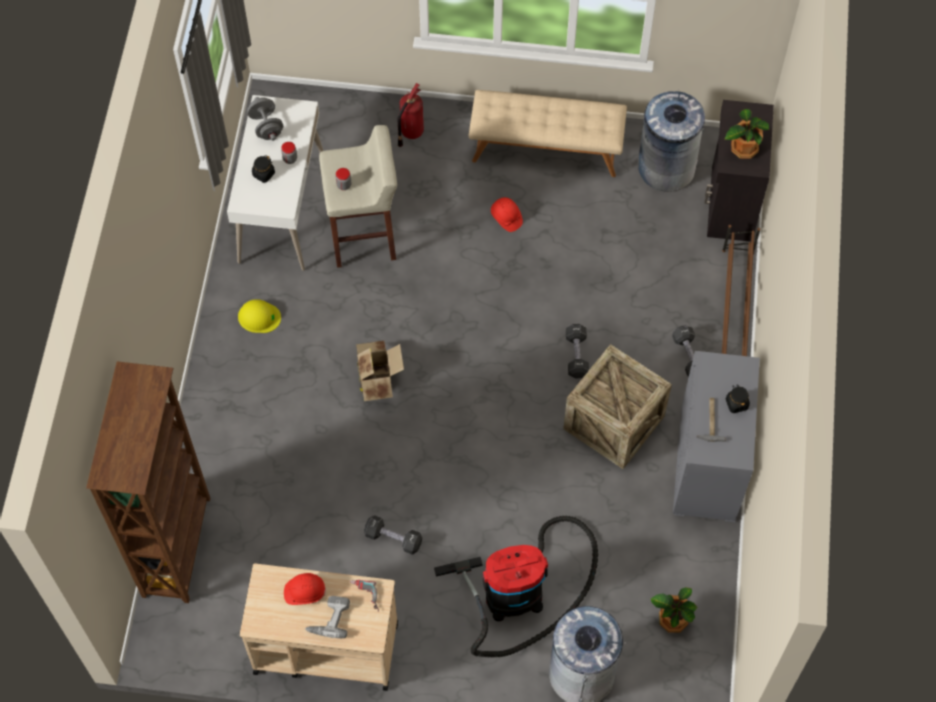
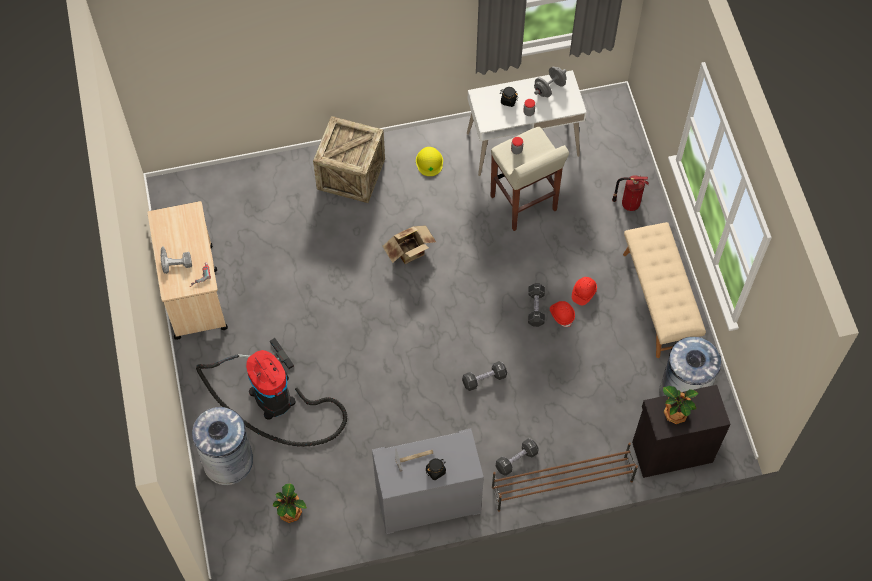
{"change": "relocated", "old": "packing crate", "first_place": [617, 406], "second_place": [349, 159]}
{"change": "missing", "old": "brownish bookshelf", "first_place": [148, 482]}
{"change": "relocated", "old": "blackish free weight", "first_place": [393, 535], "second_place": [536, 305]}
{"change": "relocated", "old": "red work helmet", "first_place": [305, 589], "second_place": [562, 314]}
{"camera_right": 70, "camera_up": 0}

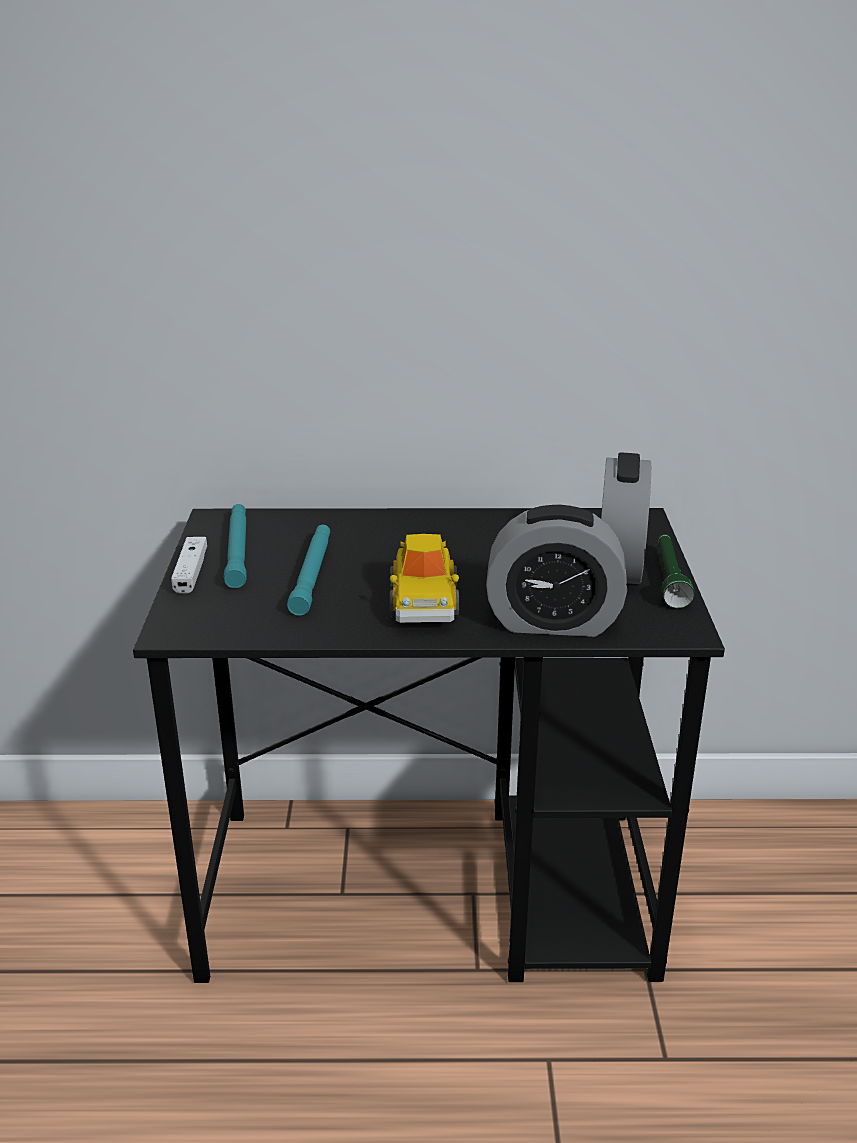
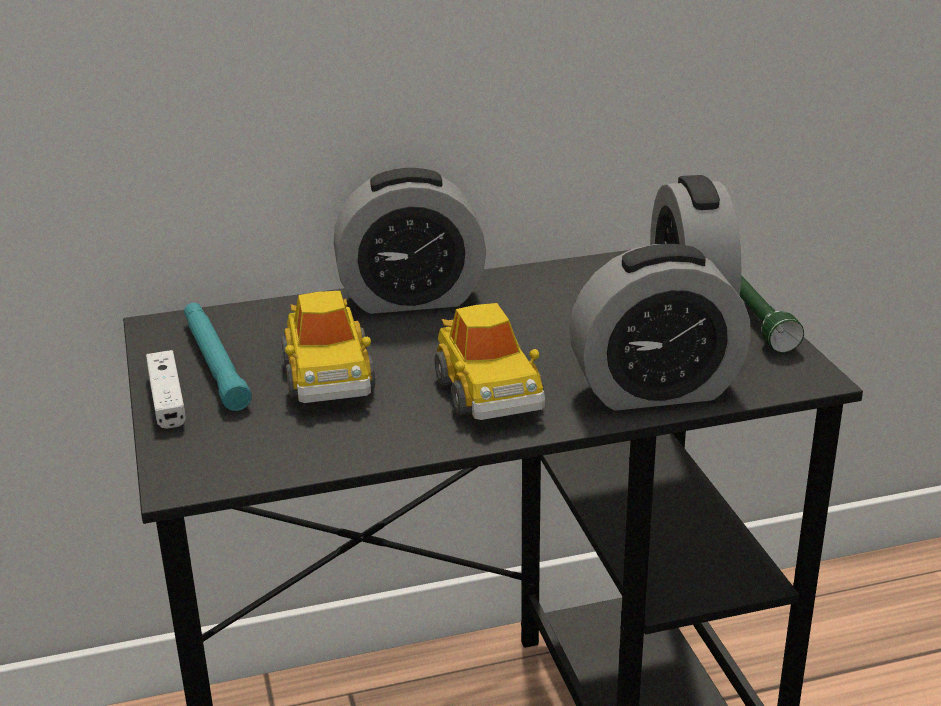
{"change": "exchanged", "old": "blue-green hand torch", "new": "miniature car", "first_place": [308, 570], "second_place": [328, 347]}
{"change": "appeared", "new": "bedside clock", "second_place": [410, 241]}
{"camera_right": -15, "camera_up": 0}

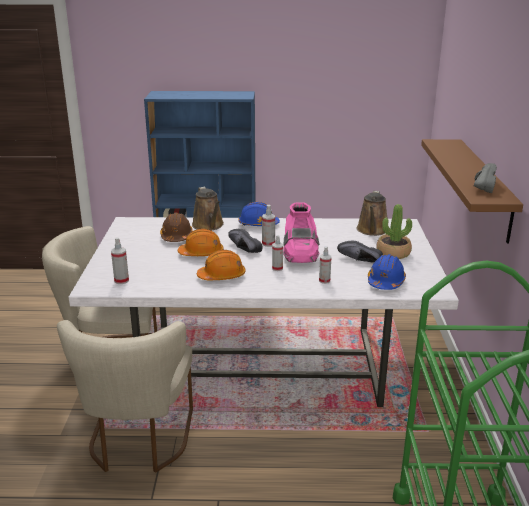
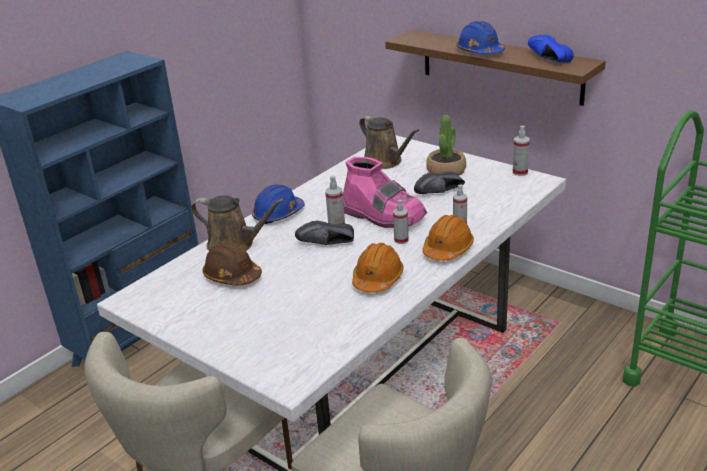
{"change": "colour", "old": "gray low shoe", "new": "blue low shoe", "first_place": [485, 178], "second_place": [551, 49]}
{"change": "relocated", "old": "orange work helmet", "first_place": [201, 242], "second_place": [448, 238]}
{"change": "relocated", "old": "sprayer", "first_place": [120, 260], "second_place": [521, 151]}
{"change": "relocated", "old": "blue work helmet", "first_place": [387, 272], "second_place": [480, 37]}
{"camera_right": -50, "camera_up": 5}

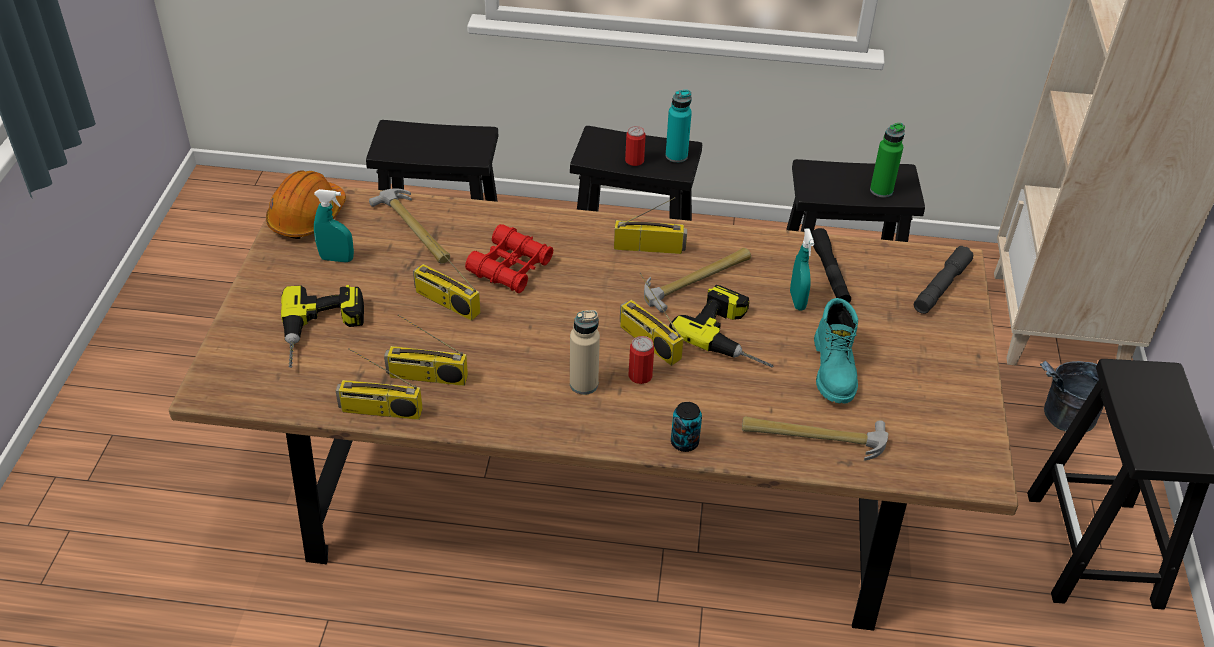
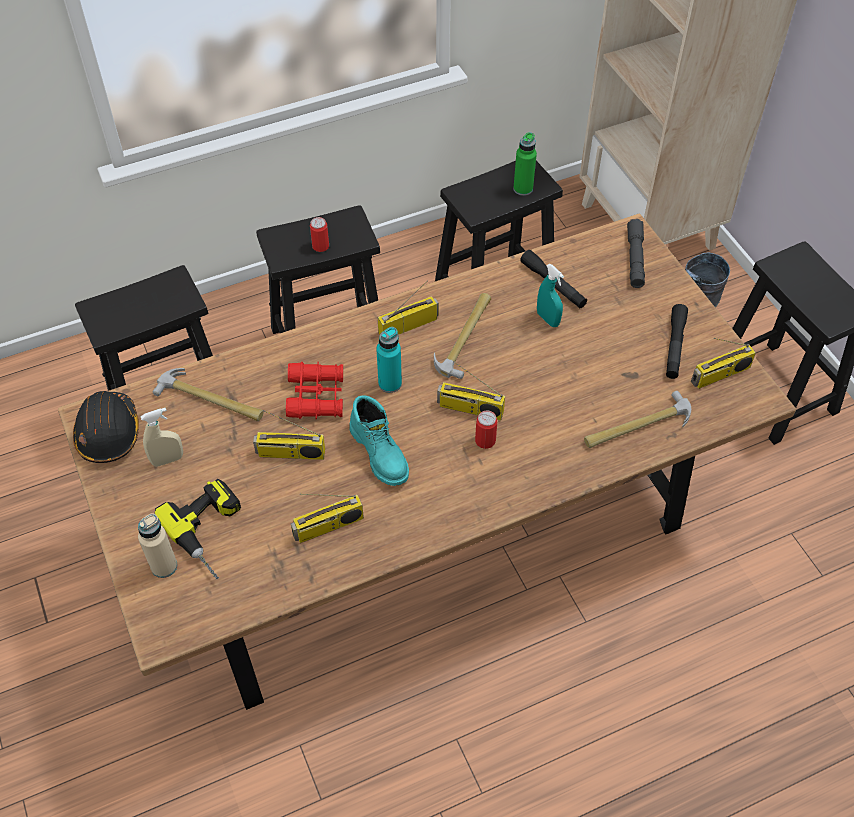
{"change": "relocated", "old": "blue-green drink bottle", "first_place": [678, 126], "second_place": [389, 360]}
{"change": "colour", "old": "orange work helmet", "new": "blackish work helmet", "first_place": [306, 204], "second_place": [106, 427]}
{"change": "colour", "old": "blue-green sprayer", "new": "beige sprayer", "first_place": [334, 226], "second_place": [162, 437]}
{"change": "missing", "old": "drill", "first_place": [721, 326]}
{"change": "relocated", "old": "blue-green high-top boot", "first_place": [836, 351], "second_place": [379, 441]}
{"change": "relocated", "old": "beige drink bottle", "first_place": [585, 352], "second_place": [157, 545]}
{"change": "relocated", "old": "radio set", "first_place": [379, 384], "second_place": [723, 363]}
{"change": "missing", "old": "sealed can", "first_place": [686, 427]}
{"change": "appeared", "new": "blackish hand torch", "second_place": [677, 341]}
{"camera_right": -30, "camera_up": 10}

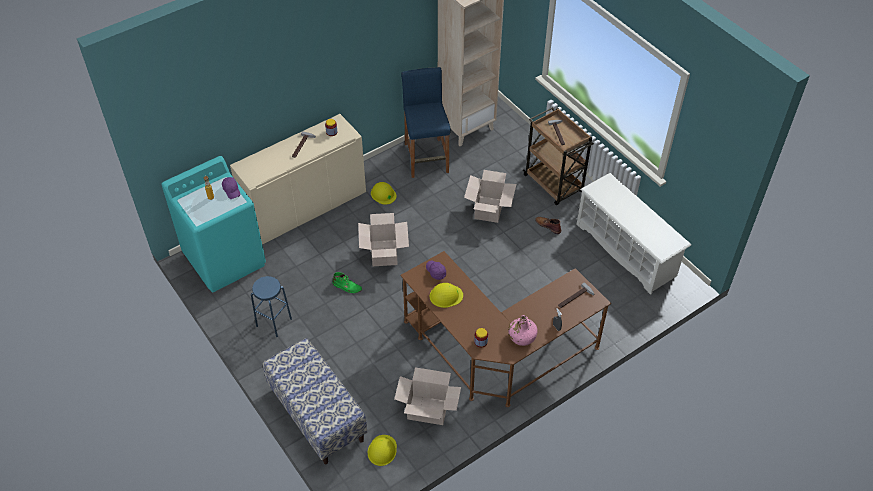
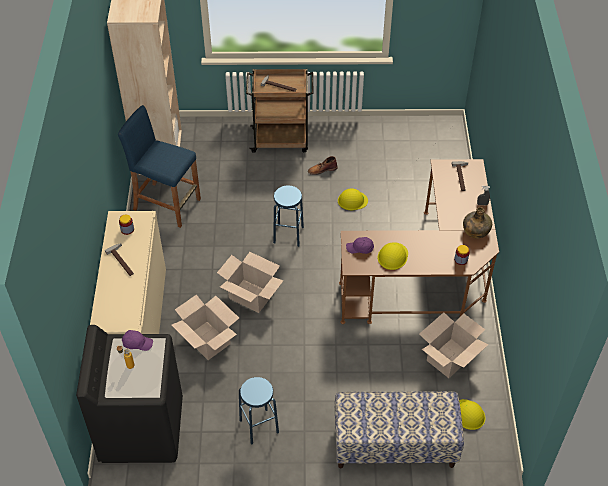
{"change": "colour", "old": "blue-green washing machine", "new": "blackish washing machine", "first_place": [213, 224], "second_place": [129, 394]}
{"change": "relocated", "old": "carton", "first_place": [490, 196], "second_place": [205, 327]}
{"change": "missing", "old": "white-coloured shoe shelf", "first_place": [634, 234]}
{"change": "relocated", "old": "yellowish work helmet", "first_place": [383, 193], "second_place": [353, 199]}
{"change": "missing", "old": "greenish high-top boot", "first_place": [347, 282]}
{"change": "colour", "old": "pink-coloured drink bottle", "new": "greenish drink bottle", "first_place": [522, 330], "second_place": [477, 222]}
{"change": "appeared", "new": "blue sitting stool", "second_place": [288, 216]}
{"camera_right": -55, "camera_up": 0}

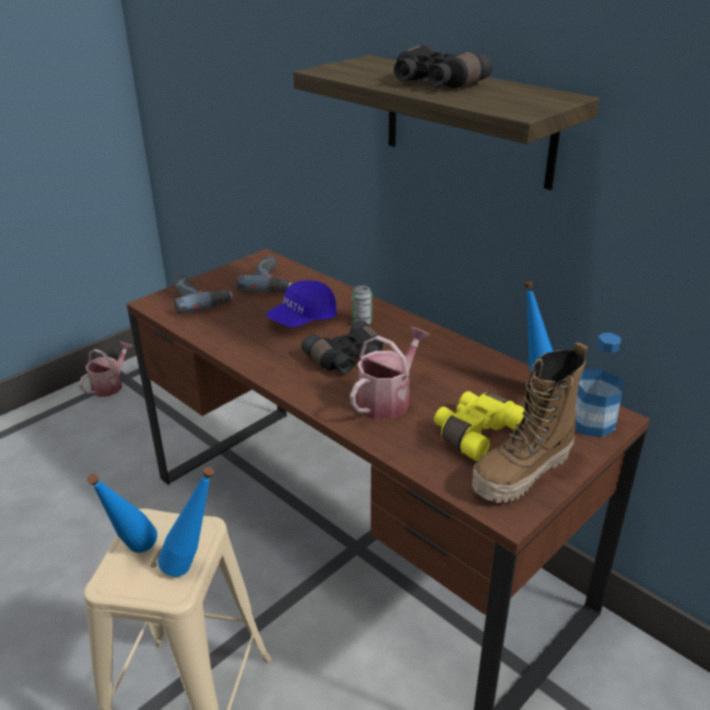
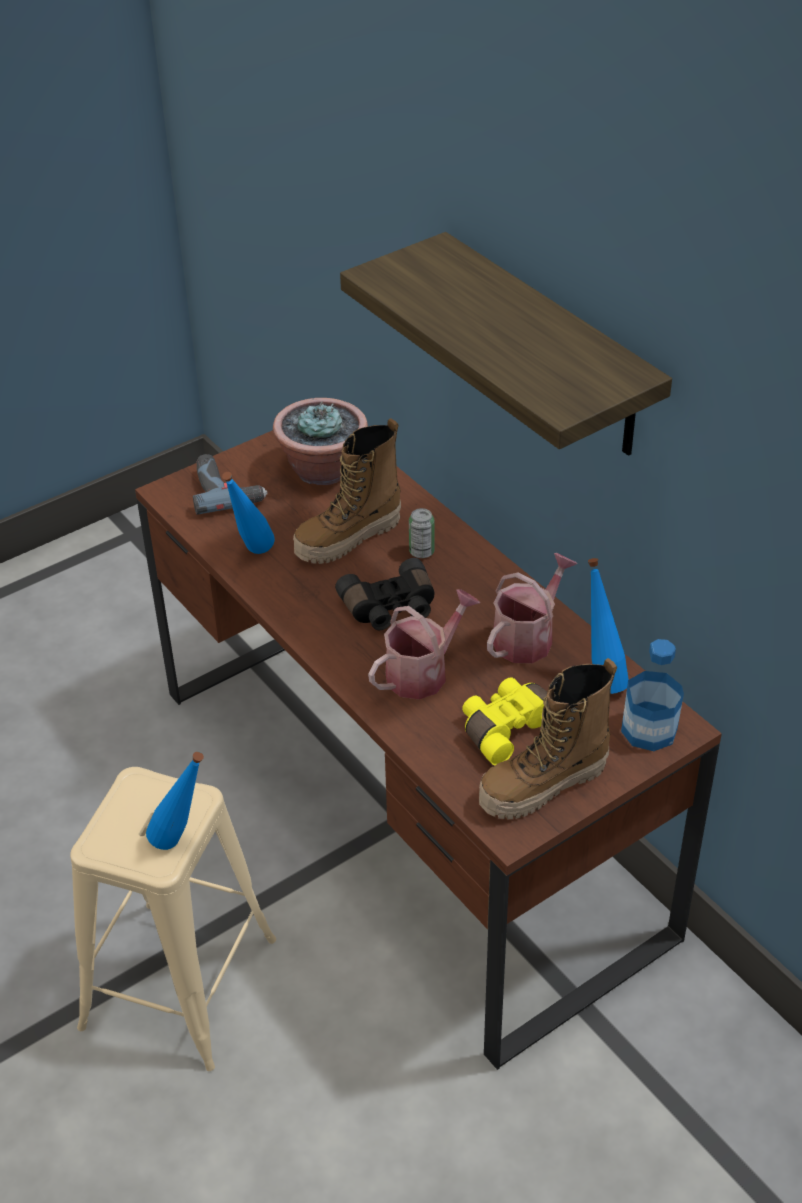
{"change": "missing", "old": "blackish binoculars", "first_place": [443, 66]}
{"change": "exchanged", "old": "drill", "new": "plant in a pot", "first_place": [264, 274], "second_place": [320, 441]}
{"change": "exchanged", "old": "blue baseball cap", "new": "high-top boot", "first_place": [301, 304], "second_place": [347, 491]}
{"change": "relocated", "old": "watering pot", "first_place": [106, 369], "second_place": [532, 608]}
{"change": "relocated", "old": "blue drink bottle", "first_place": [122, 513], "second_place": [248, 513]}
{"camera_right": 10, "camera_up": 10}

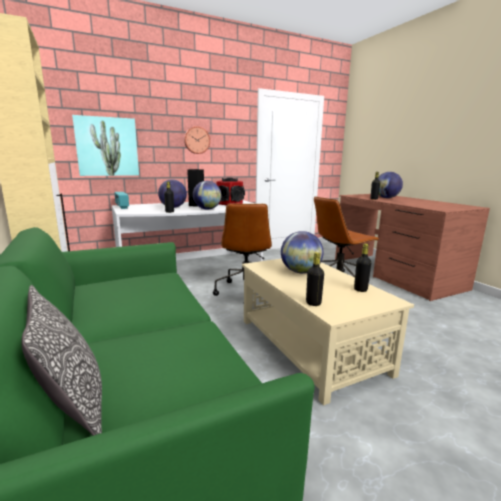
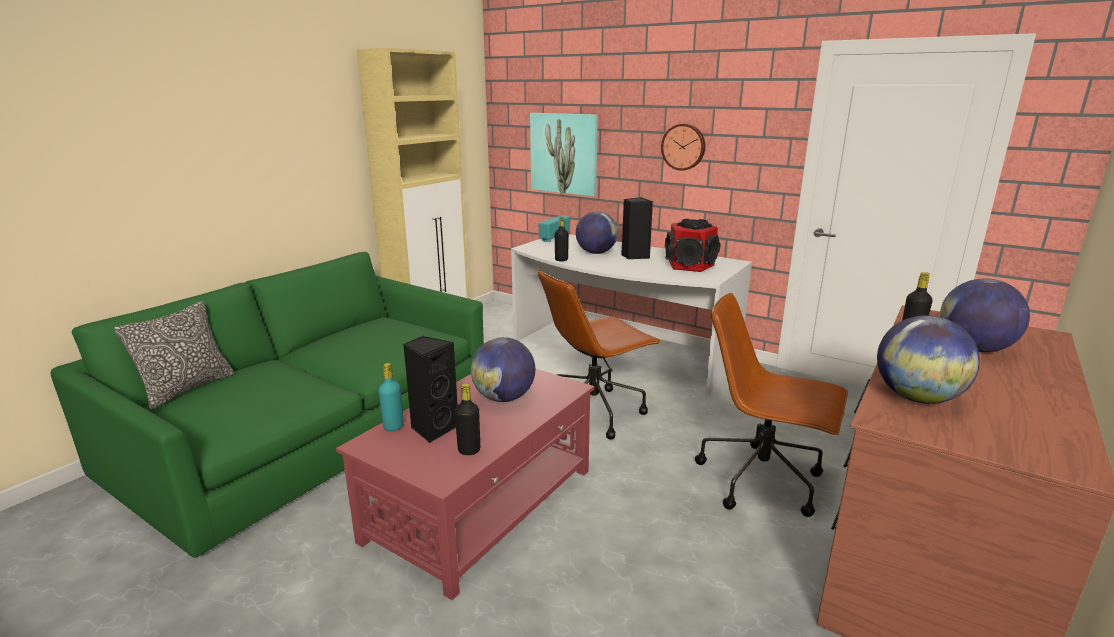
{"change": "relocated", "old": "globe", "first_place": [207, 195], "second_place": [928, 359]}
{"change": "colour", "old": "blackish drink bottle", "new": "blue-green drink bottle", "first_place": [315, 279], "second_place": [391, 397]}
{"change": "colour", "old": "beige low table", "new": "red low table", "first_place": [328, 332], "second_place": [465, 484]}
{"change": "appeared", "new": "blackish audio speaker", "second_place": [430, 389]}
{"camera_right": 60, "camera_up": 5}

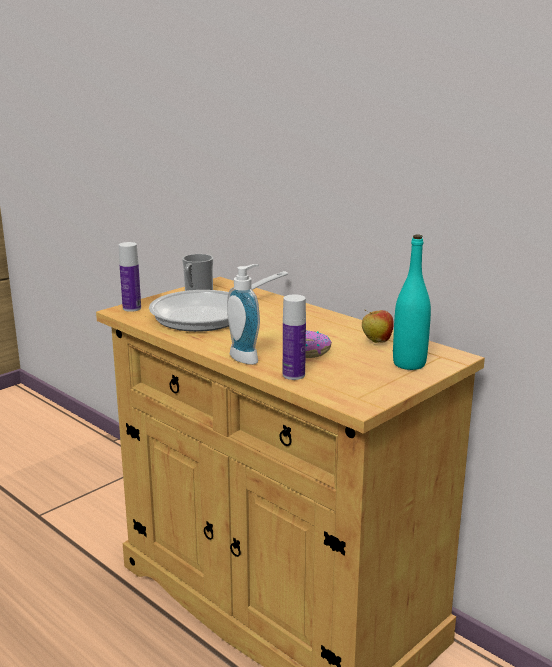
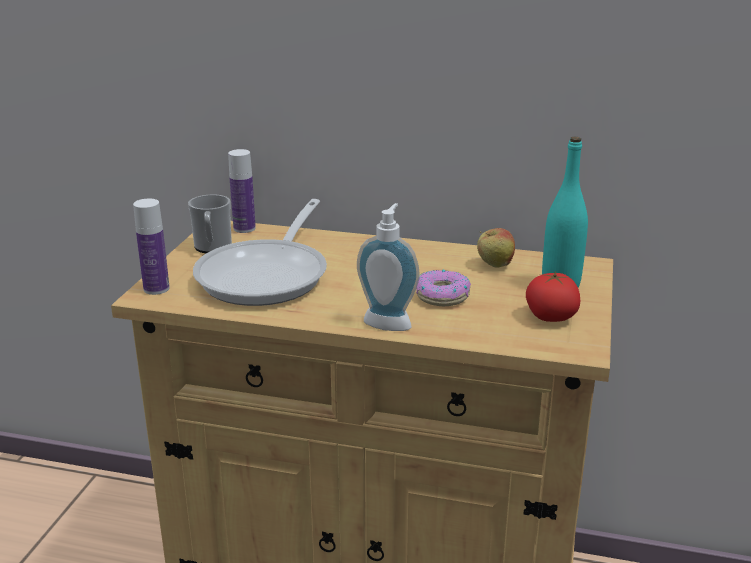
{"change": "relocated", "old": "drink bottle", "first_place": [294, 337], "second_place": [242, 191]}
{"change": "appeared", "new": "fresh tomato", "second_place": [553, 296]}
{"camera_right": -30, "camera_up": 5}

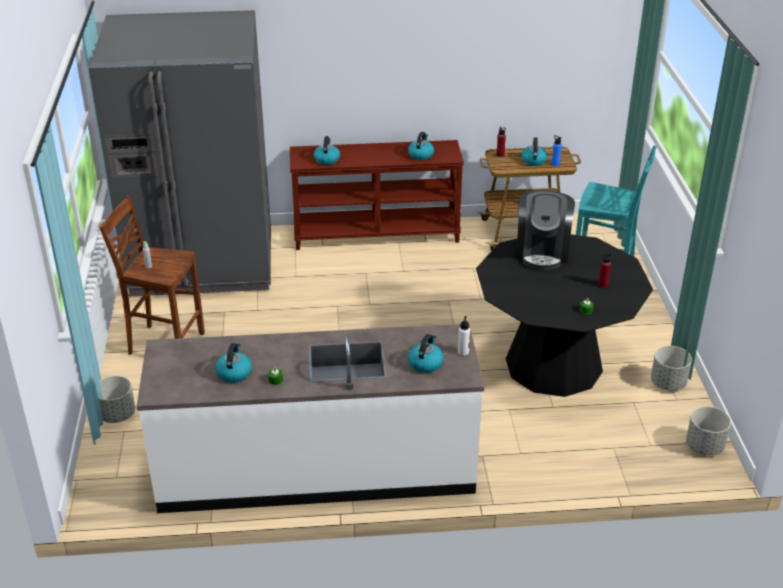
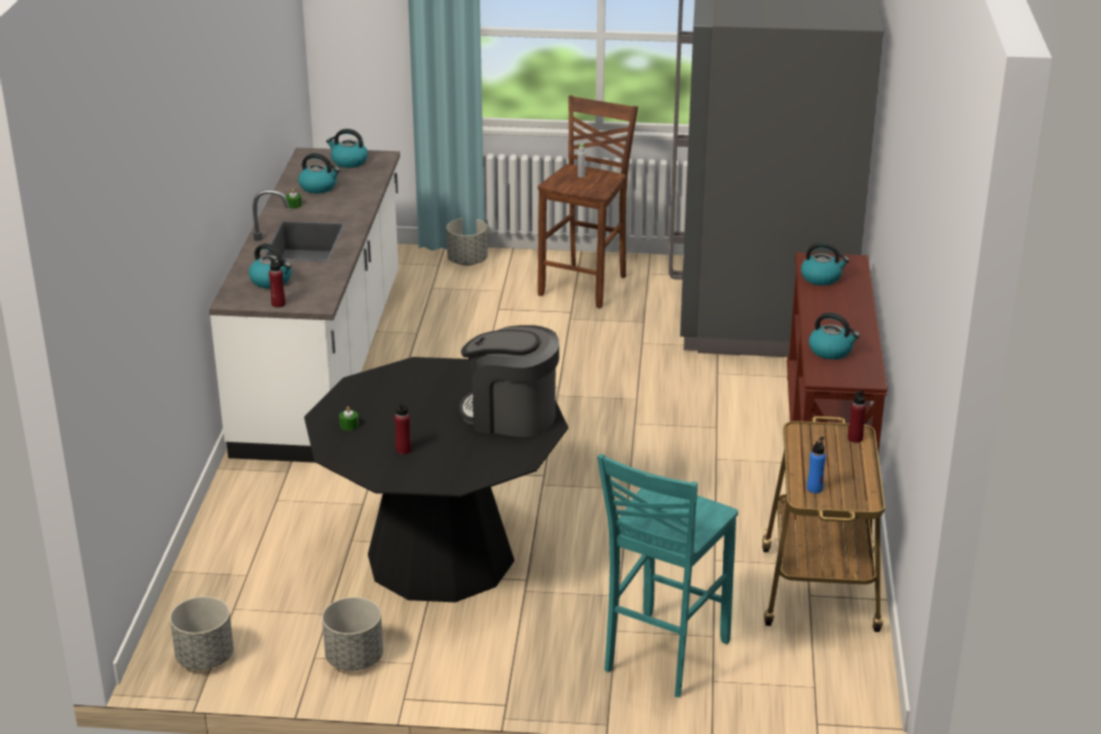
{"change": "relocated", "old": "kettle", "first_place": [534, 151], "second_place": [347, 148]}
{"change": "colour", "old": "white-coloured drink bottle", "new": "red drink bottle", "first_place": [464, 336], "second_place": [277, 282]}
{"camera_right": 100, "camera_up": -5}

